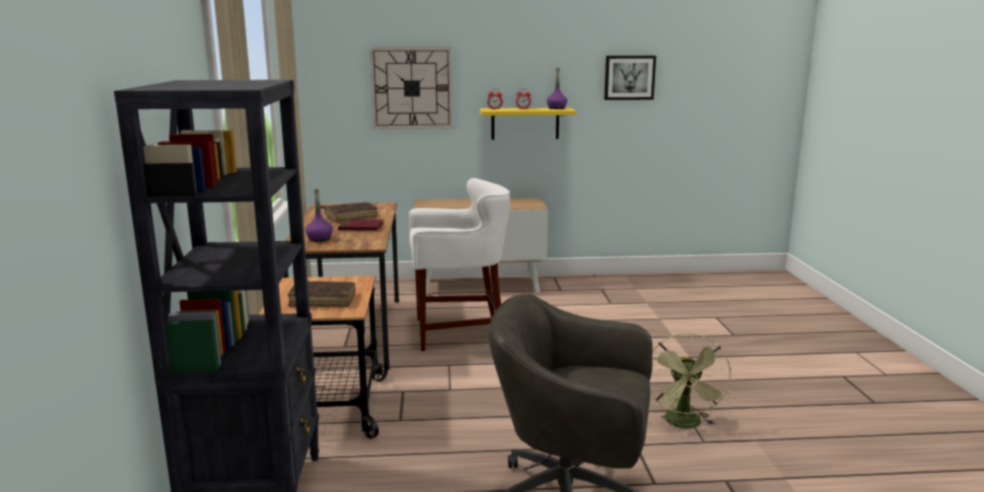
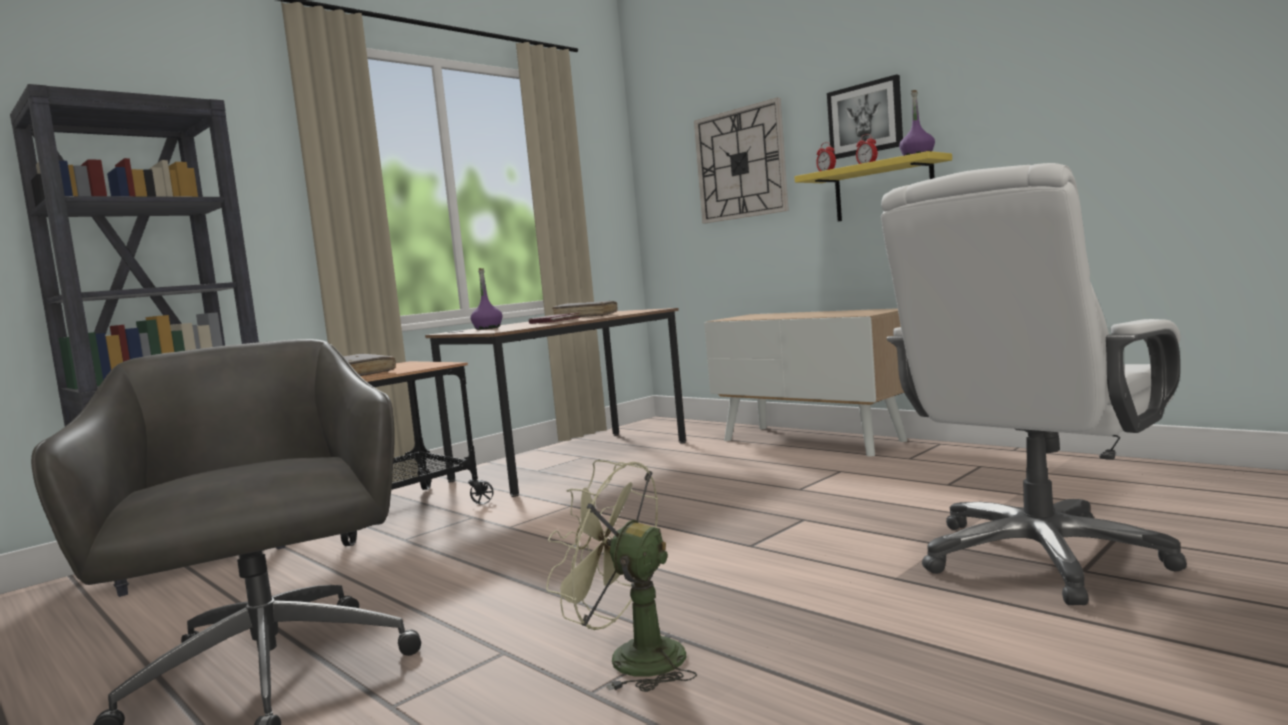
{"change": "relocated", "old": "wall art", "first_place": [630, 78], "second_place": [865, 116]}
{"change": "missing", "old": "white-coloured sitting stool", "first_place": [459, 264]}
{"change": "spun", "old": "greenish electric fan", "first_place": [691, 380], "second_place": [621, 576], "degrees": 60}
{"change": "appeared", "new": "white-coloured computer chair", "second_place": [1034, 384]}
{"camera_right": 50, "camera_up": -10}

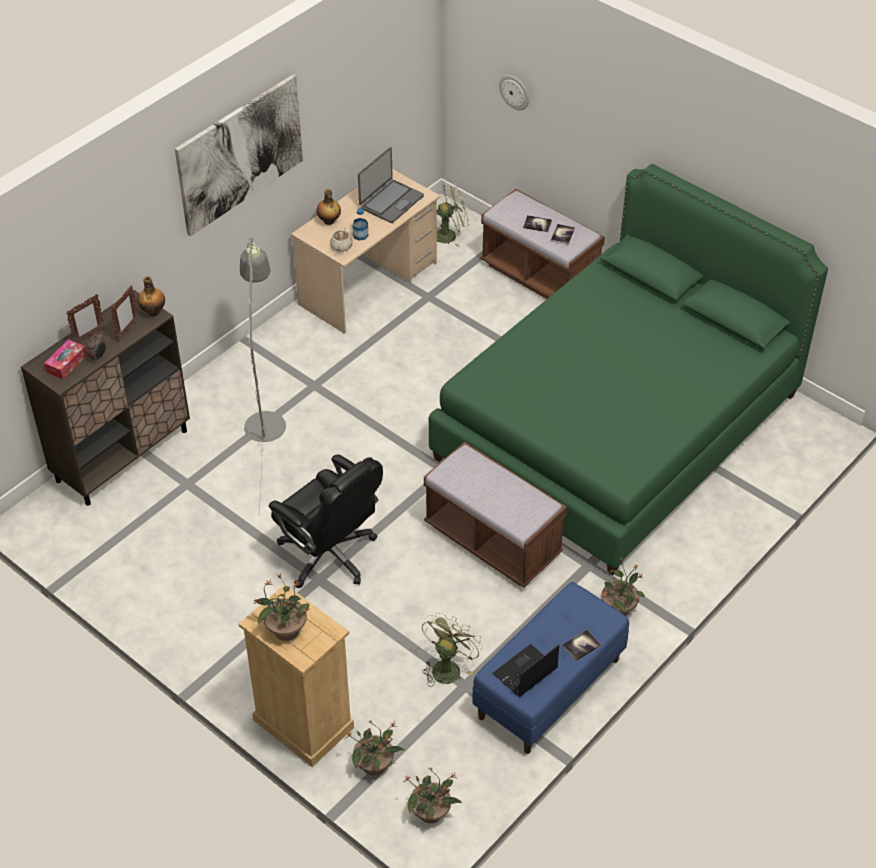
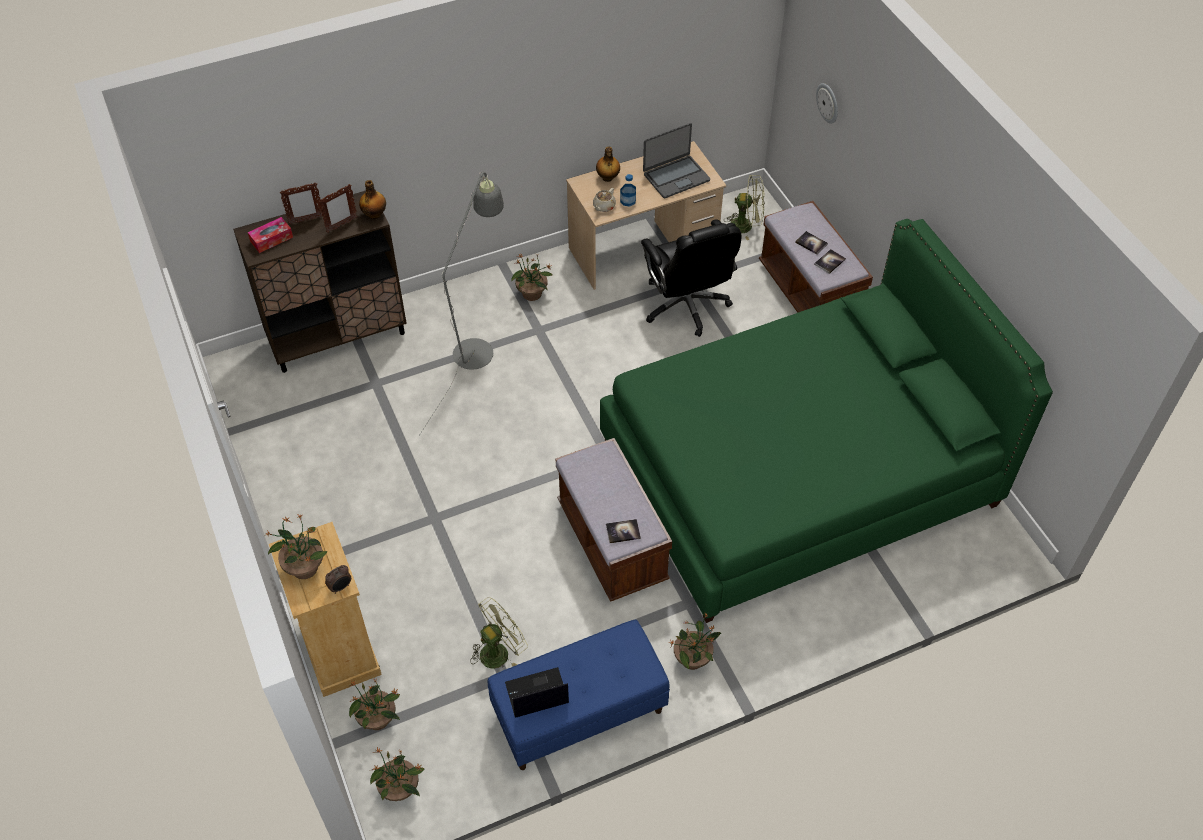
{"change": "missing", "old": "wall art", "first_place": [239, 155]}
{"change": "relocated", "old": "bedside clock", "first_place": [96, 347], "second_place": [338, 579]}
{"change": "relocated", "old": "blackish computer chair", "first_place": [326, 521], "second_place": [691, 278]}
{"change": "relocated", "old": "book", "first_place": [581, 645], "second_place": [623, 531]}
{"change": "appeared", "new": "plant in a pot", "second_place": [532, 277]}
{"camera_right": 25, "camera_up": 5}

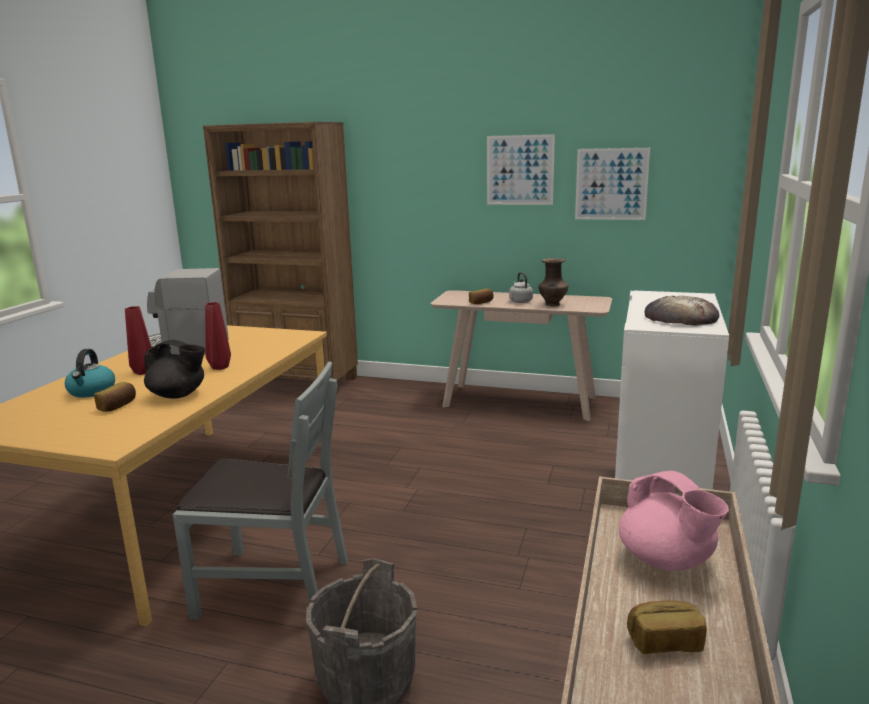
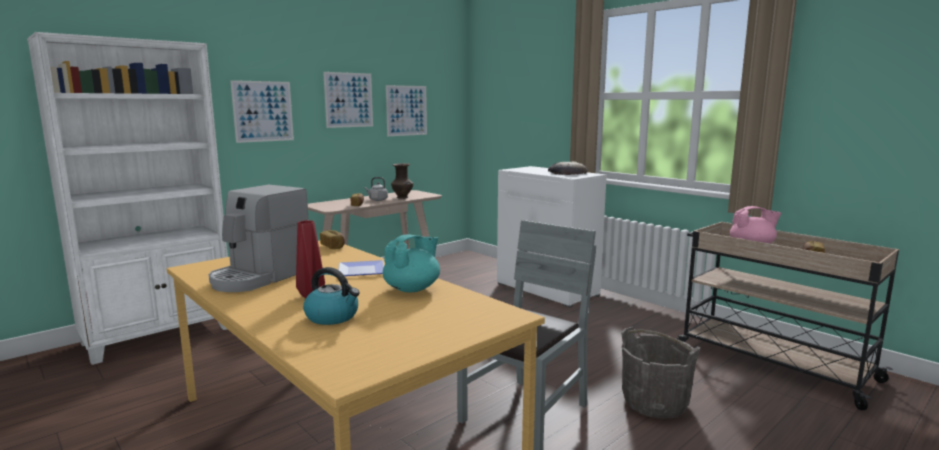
{"change": "colour", "old": "brownish bookshelf", "new": "white-coloured bookshelf", "first_place": [280, 257], "second_place": [127, 198]}
{"change": "exchanged", "old": "red flower vase", "new": "flat dish", "first_place": [218, 336], "second_place": [361, 268]}
{"change": "colour", "old": "blackish teapot", "new": "blue-green teapot", "first_place": [175, 369], "second_place": [411, 263]}
{"change": "relocated", "old": "bread", "first_place": [115, 397], "second_place": [332, 239]}
{"change": "appeared", "new": "wall art", "second_place": [262, 111]}
{"camera_right": -60, "camera_up": -5}

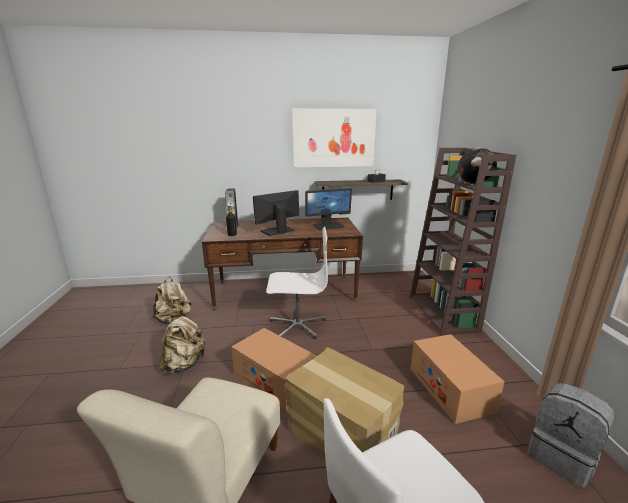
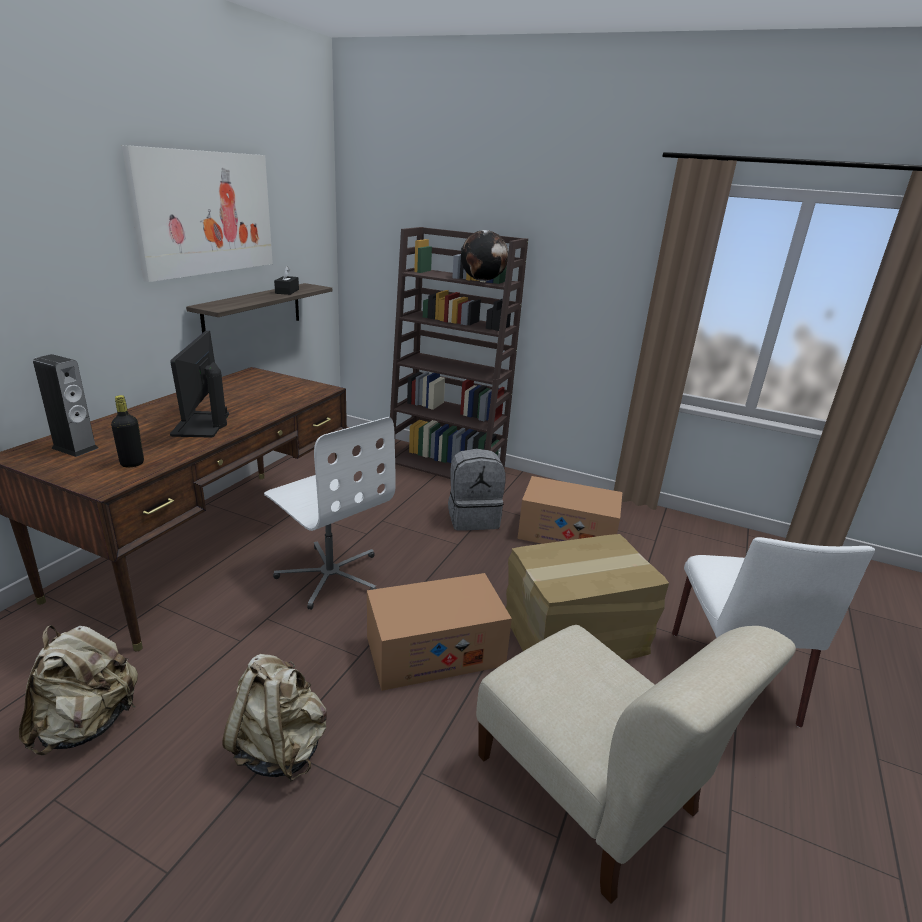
{"change": "missing", "old": "computer display", "first_place": [328, 209]}
{"change": "spun", "old": "white-coloured computer chair", "first_place": [297, 283], "second_place": [330, 513], "degrees": 105}
{"change": "relocated", "old": "gray backpack", "first_place": [570, 435], "second_place": [477, 490]}
{"camera_right": -60, "camera_up": 5}

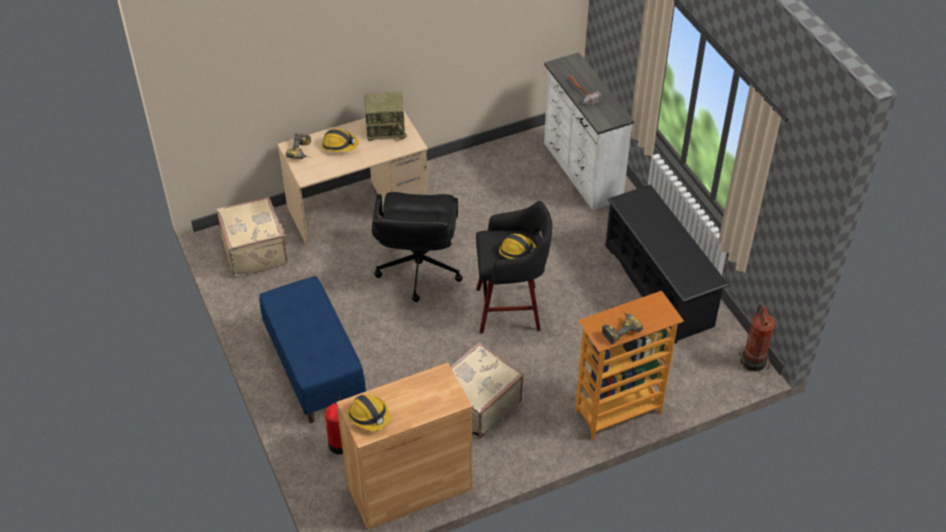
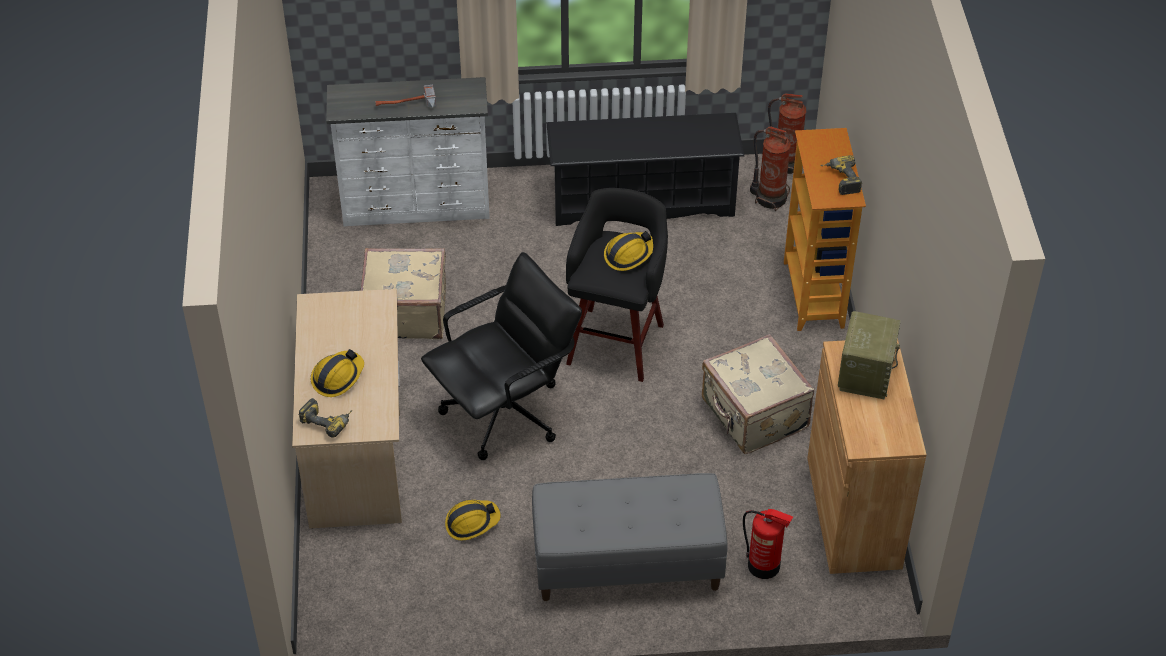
{"change": "relocated", "old": "radio set", "first_place": [385, 116], "second_place": [869, 355]}
{"change": "spun", "old": "blackish computer chair", "first_place": [417, 247], "second_place": [501, 356], "degrees": -60}
{"change": "relocated", "old": "beige piece of luggage", "first_place": [252, 237], "second_place": [403, 293]}
{"change": "colour", "old": "blue bench", "new": "gray bench", "first_place": [312, 349], "second_place": [630, 537]}
{"change": "relocated", "old": "work helmet", "first_place": [368, 413], "second_place": [473, 520]}
{"change": "appeared", "new": "extinguisher", "second_place": [770, 168]}
{"camera_right": -70, "camera_up": 0}

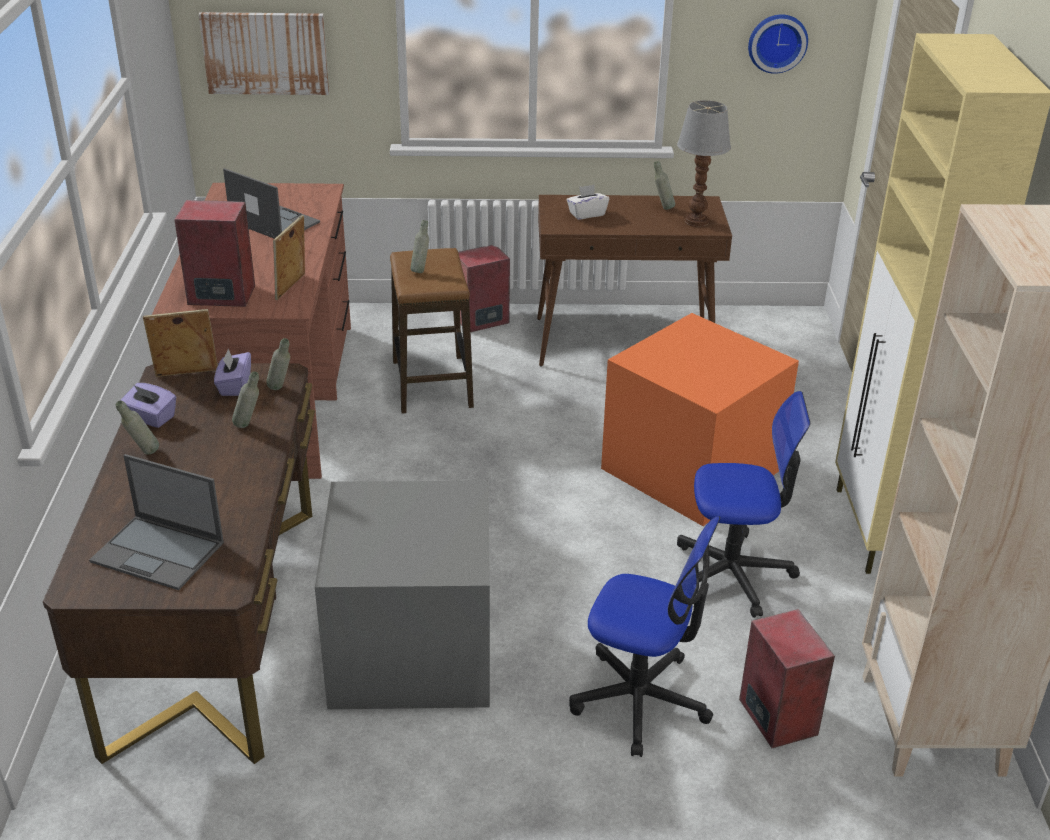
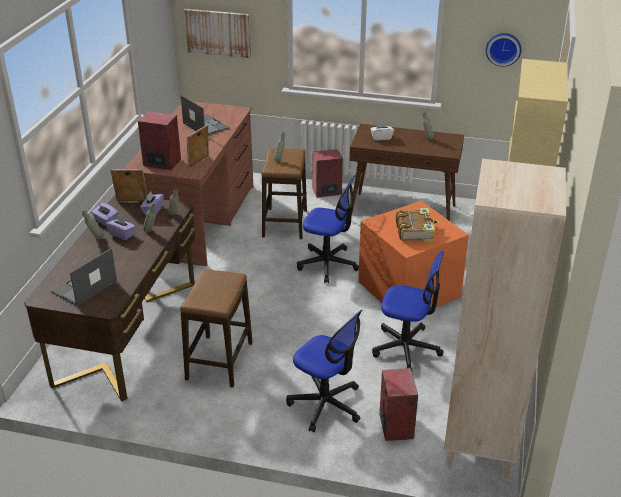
{"change": "missing", "old": "lamp for a table", "first_place": [704, 163]}
{"change": "spun", "old": "notebook computer", "first_place": [156, 522], "second_place": [84, 277], "degrees": 90}
{"change": "exchanged", "old": "gray storage container", "new": "sitting stool", "first_place": [402, 595], "second_place": [216, 328]}
{"change": "appeared", "new": "computer chair", "second_place": [328, 229]}
{"change": "appeared", "new": "book", "second_place": [417, 225]}
{"change": "appeared", "new": "purple tissue holder", "second_place": [121, 227]}
{"camera_right": 15, "camera_up": 0}

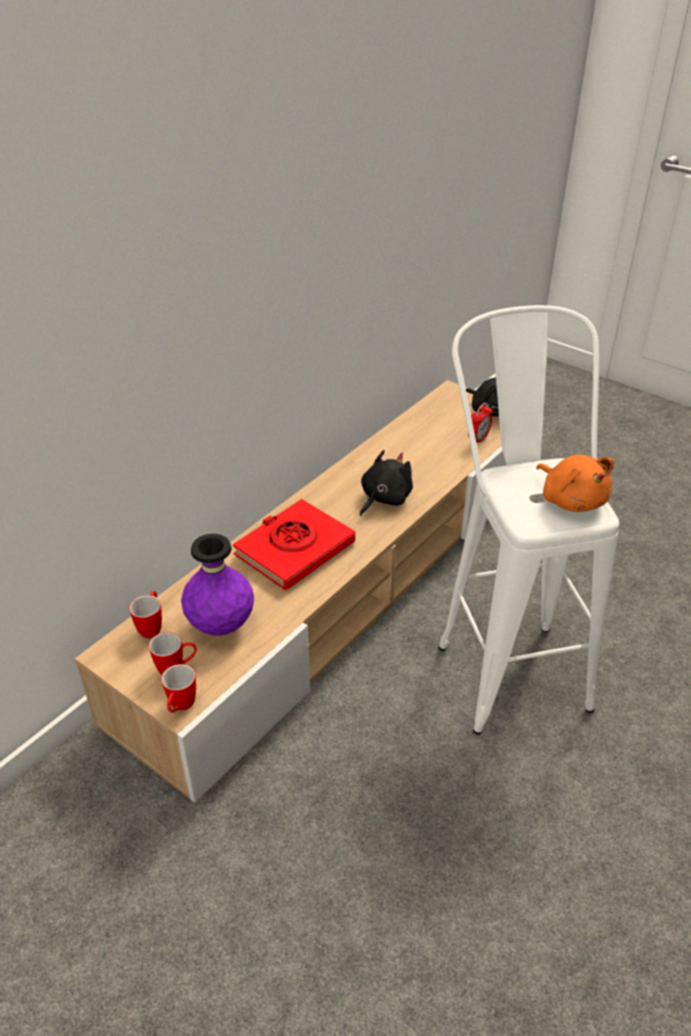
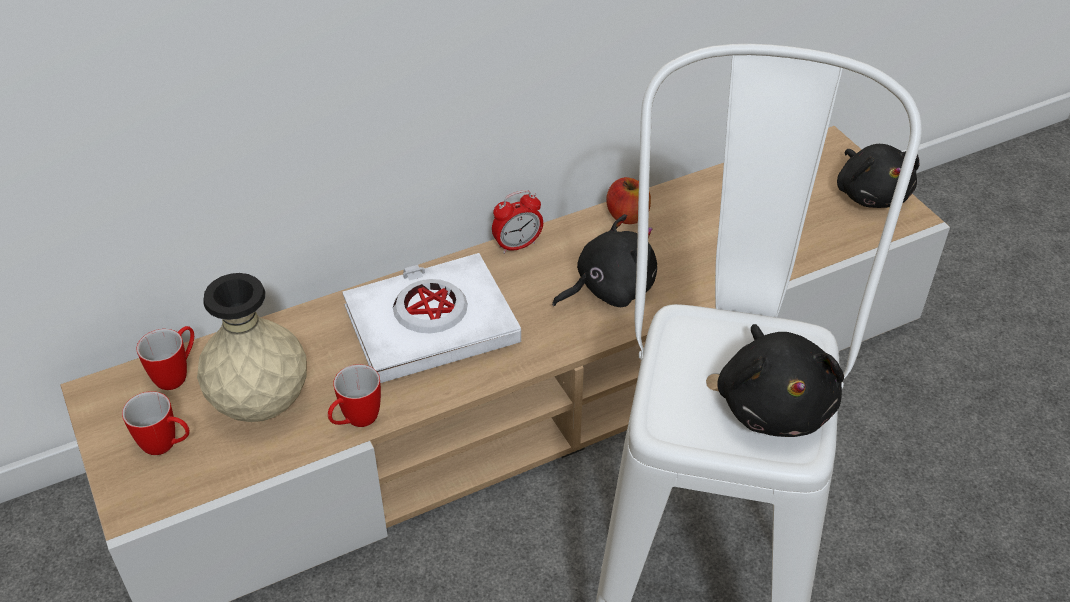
{"change": "relocated", "old": "bedside clock", "first_place": [480, 423], "second_place": [517, 222]}
{"change": "colour", "old": "orange cuddly toy", "new": "blackish cuddly toy", "first_place": [575, 483], "second_place": [780, 380]}
{"change": "colour", "old": "red book", "new": "white-coloured book", "first_place": [294, 544], "second_place": [431, 318]}
{"change": "colour", "old": "purple flower vase", "new": "beige flower vase", "first_place": [217, 585], "second_place": [252, 347]}
{"change": "relocated", "old": "coffee mug", "first_place": [178, 688], "second_place": [354, 395]}
{"change": "appeared", "new": "apple fruit", "second_place": [628, 200]}
{"camera_right": 25, "camera_up": 5}

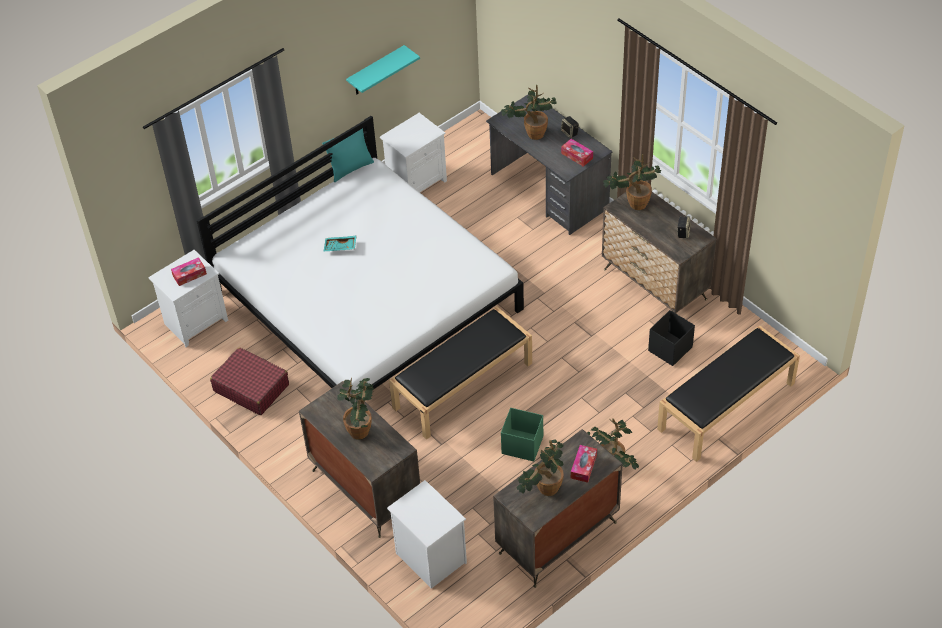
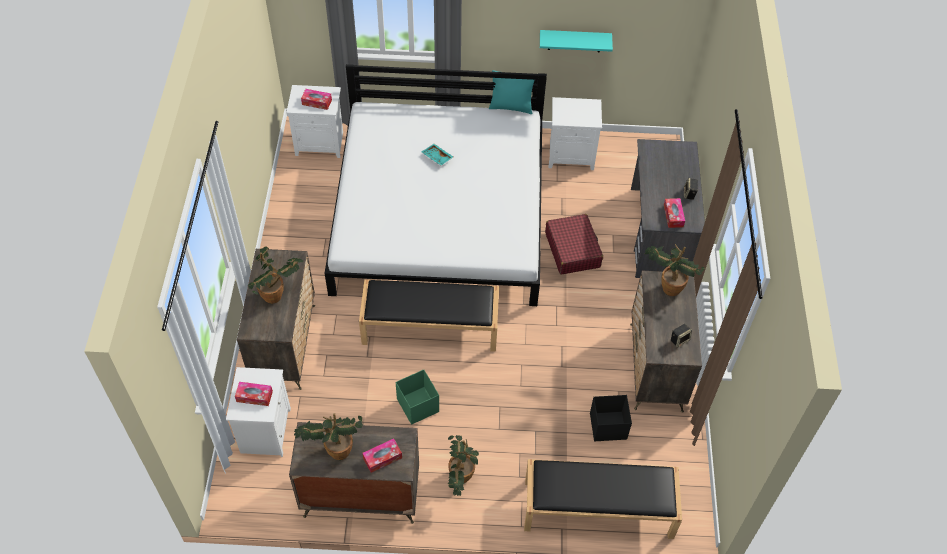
{"change": "missing", "old": "plant in a pot", "first_place": [529, 112]}
{"change": "relocated", "old": "red piece of luggage", "first_place": [249, 381], "second_place": [574, 244]}
{"change": "appeared", "new": "tissue holder", "second_place": [254, 394]}
{"camera_right": 40, "camera_up": 5}

